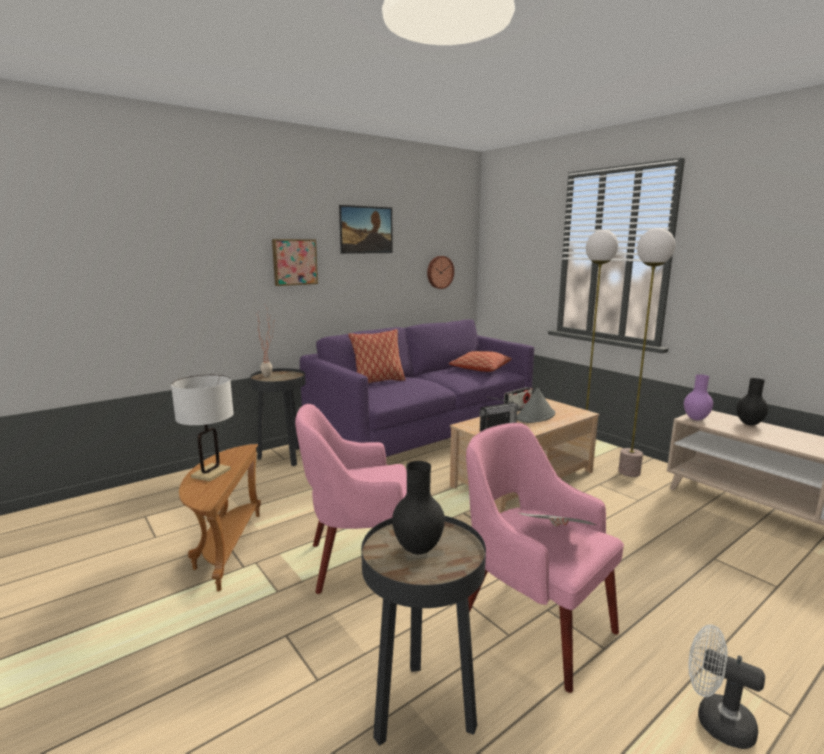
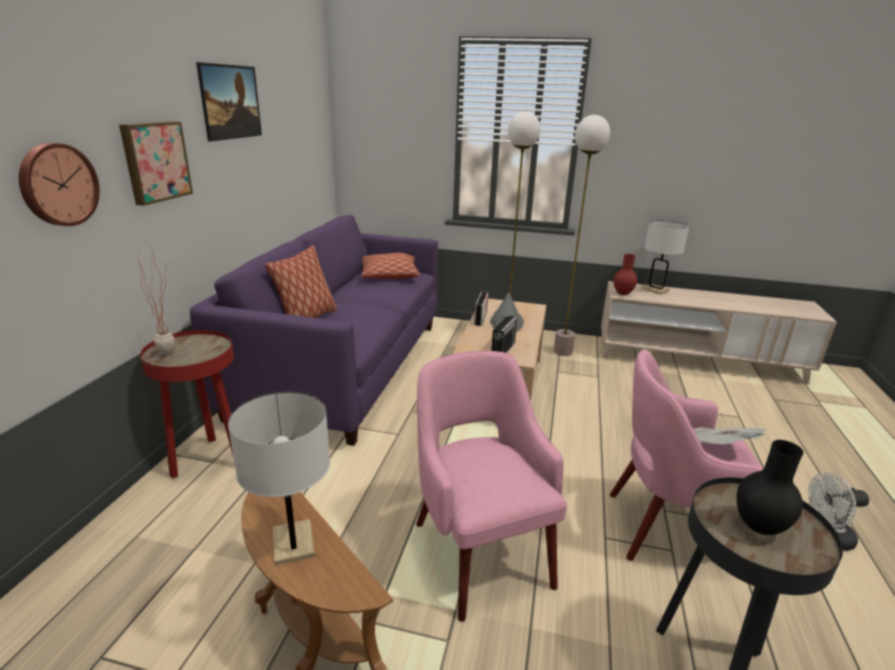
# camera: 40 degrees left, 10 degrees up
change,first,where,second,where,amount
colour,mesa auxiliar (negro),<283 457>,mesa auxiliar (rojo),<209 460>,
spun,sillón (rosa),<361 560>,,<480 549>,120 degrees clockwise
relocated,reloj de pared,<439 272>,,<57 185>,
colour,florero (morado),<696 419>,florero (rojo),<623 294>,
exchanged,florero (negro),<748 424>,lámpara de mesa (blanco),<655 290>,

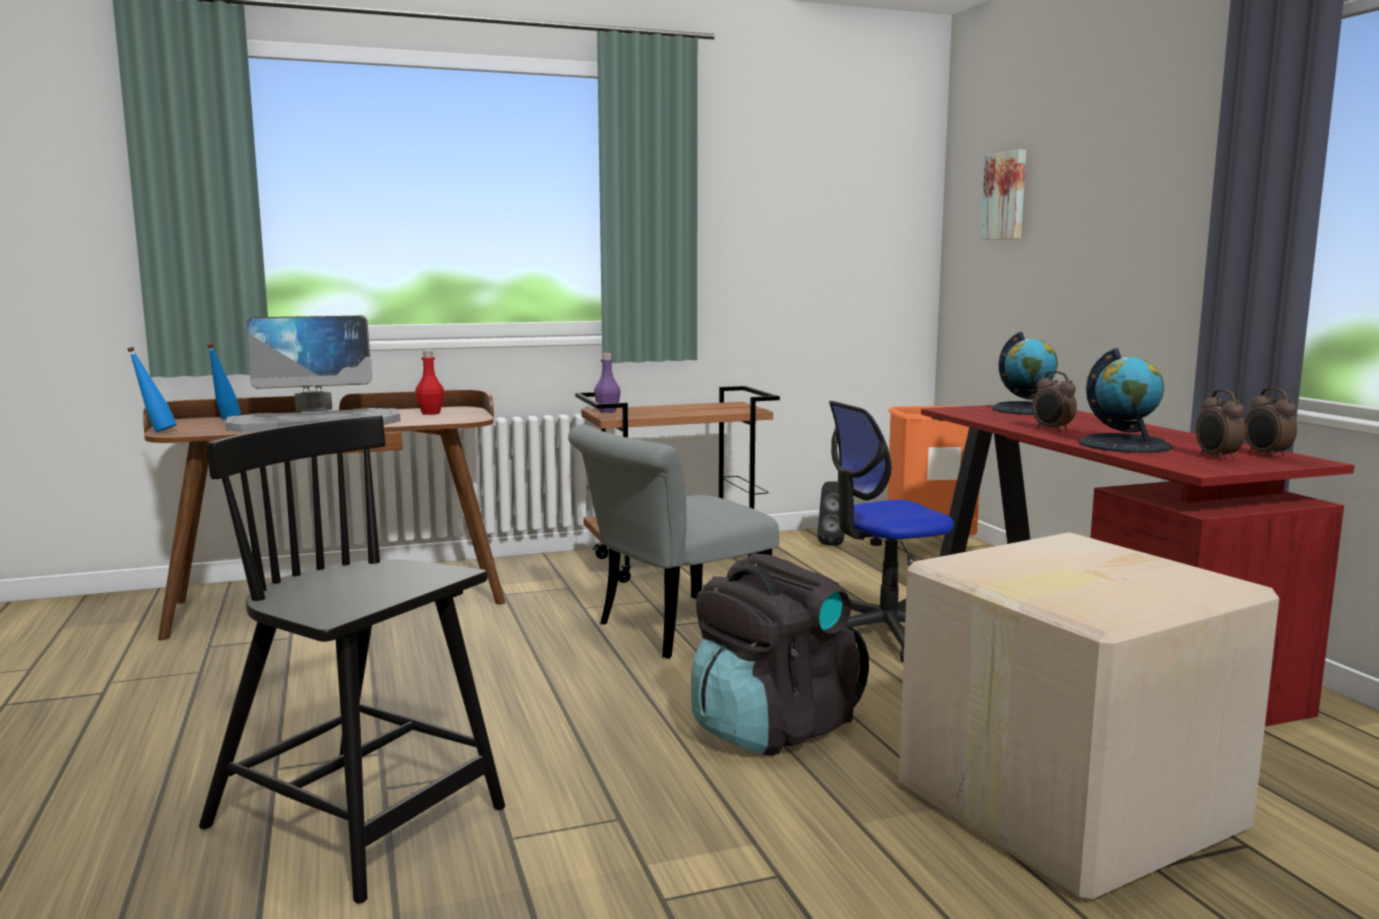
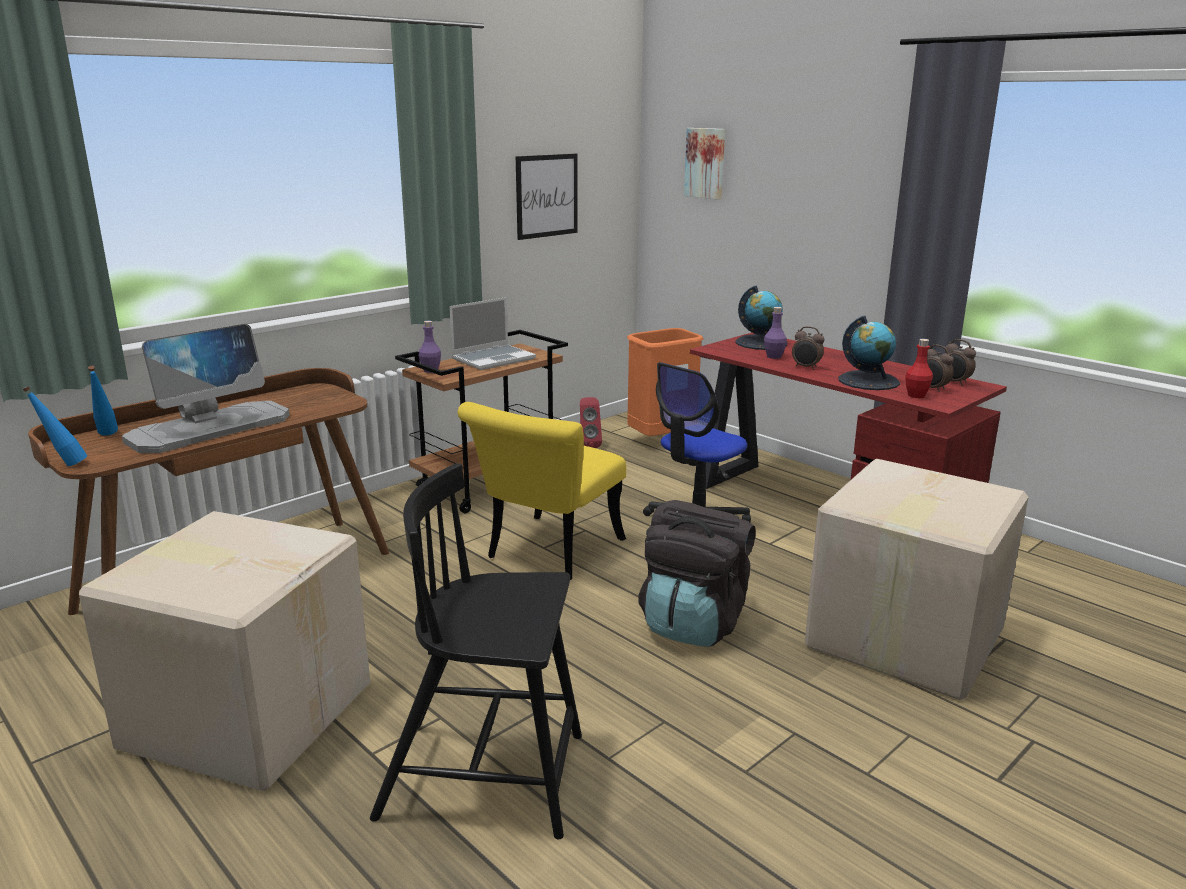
# camera: 25 degrees left, 10 degrees up
change,first,where,second,where,amount
relocated,botella (rojo),<430 413>,,<916 395>,
colour,silla (gris),<671 630>,silla (amarillo),<547 553>,
colour,altavoz (negro),<832 543>,altavoz (rojo),<588 445>,
appeared,,,caja de cartón,<248 713>,
appeared,,,portátil,<494 359>,
appeared,,,cuadro,<547 196>,
appeared,,,botella (morado),<774 357>,

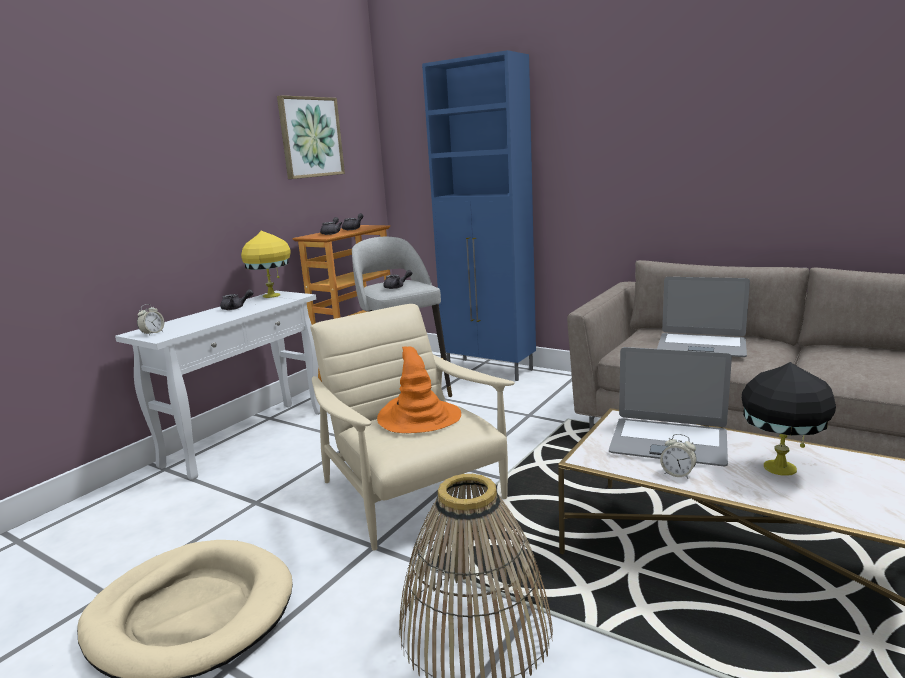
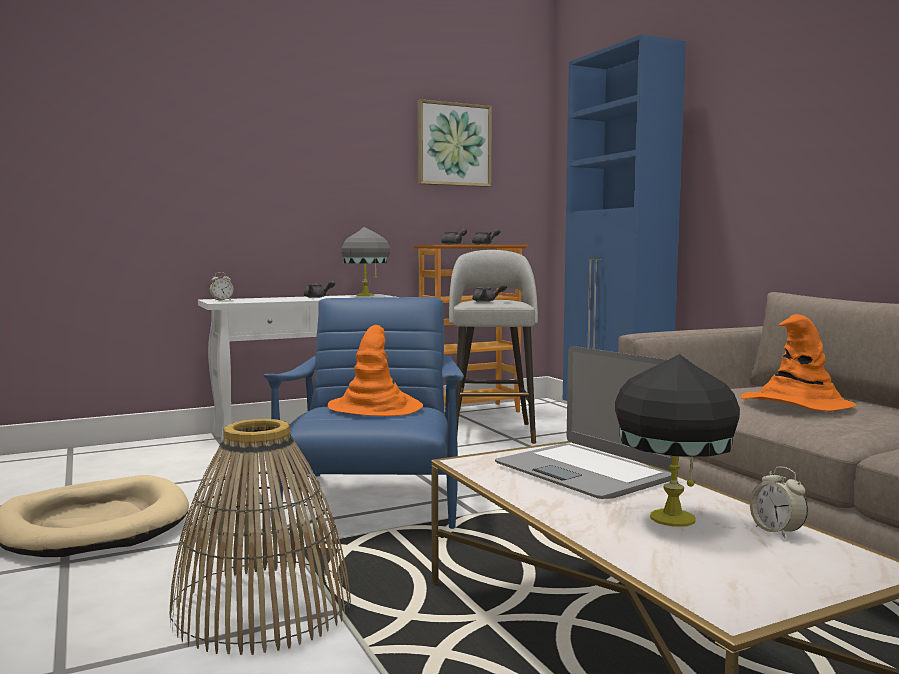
# camera: 30 degrees right, 10 degrees down
change,first,where,second,where,amount
colour,lámpara de mesa (amarillo),<272 295>,lámpara de mesa (gris),<366 295>,
colour,sillón (beis),<413 494>,sillón (azul),<374 502>,
exchanged,portátil,<701 346>,sombrero (naranja),<795 404>,
relocated,despertador,<677 474>,,<777 531>,

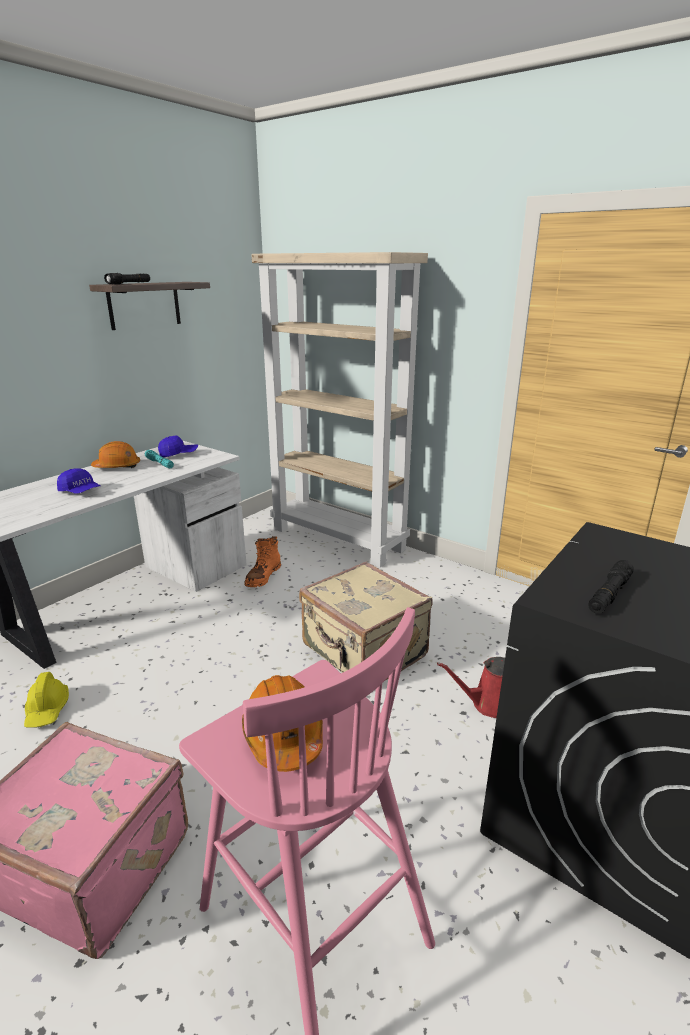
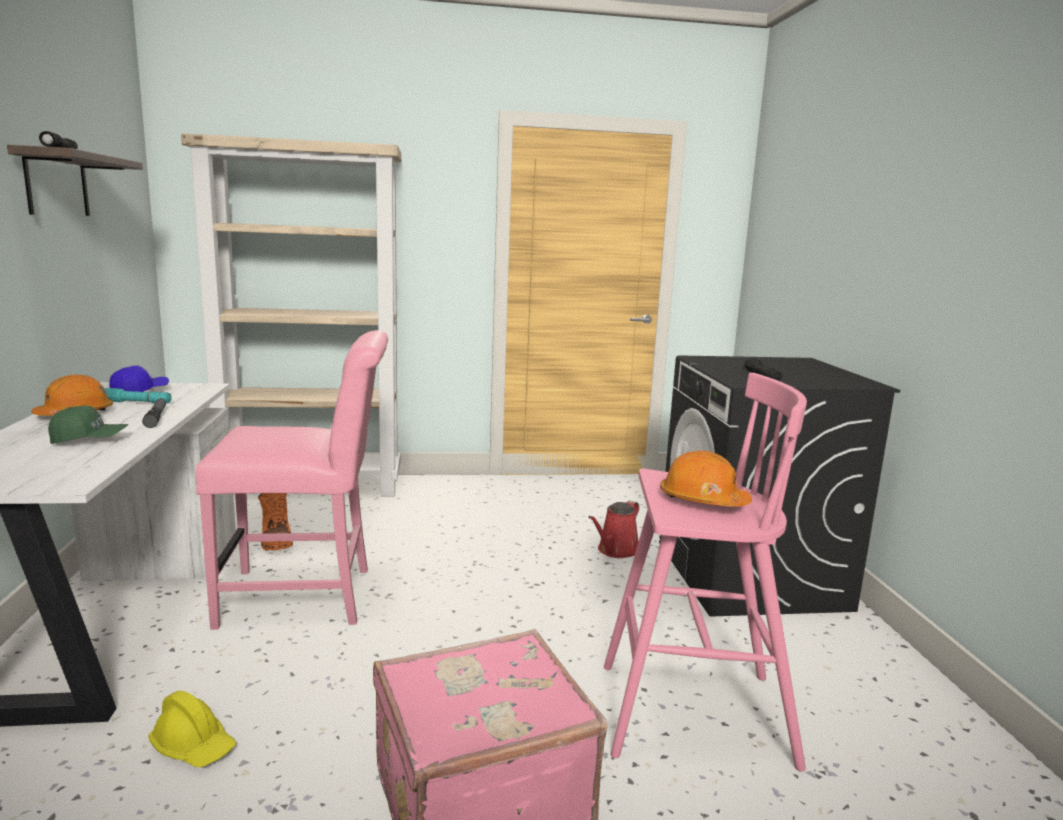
# camera: 45 degrees left, 10 degrees down
change,first,where,second,where,amount
colour,gorra (azul),<80 492>,gorra (verde),<89 440>,
missing,maleta (beis),<363 652>,,,
appeared,,,linterna,<156 418>,
appeared,,,silla (rosa),<306 597>,

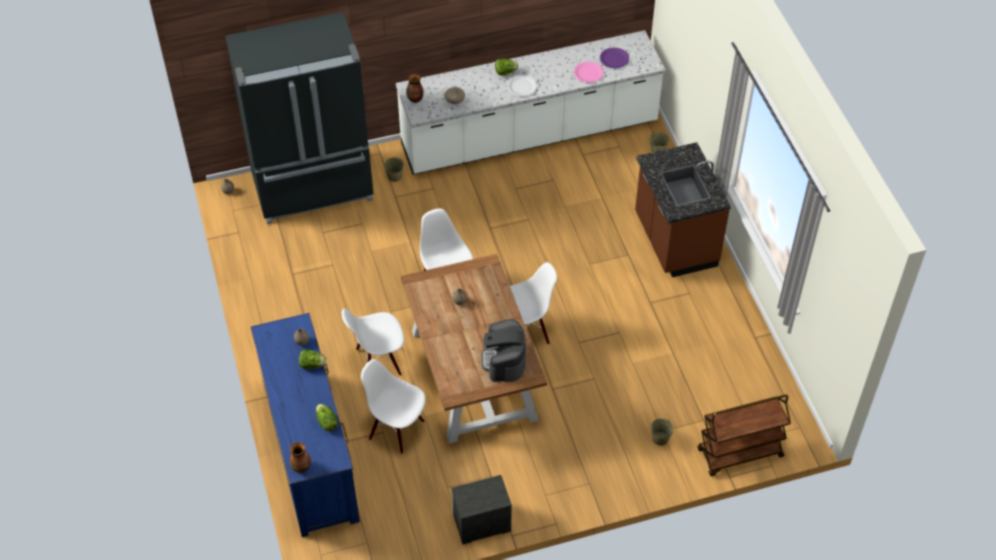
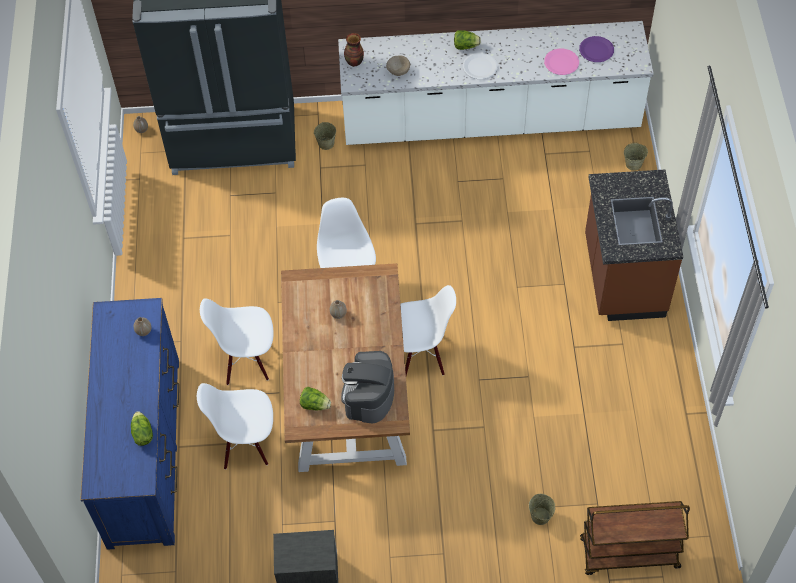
# camera: 15 degrees right, 5 degrees up
change,first,where,second,where,amount
missing,florero,<302 467>,,,
relocated,lechuga,<312 365>,,<315 404>,
spun,silla (blanco),<397 429>,,<246 443>,45 degrees counterclockwise

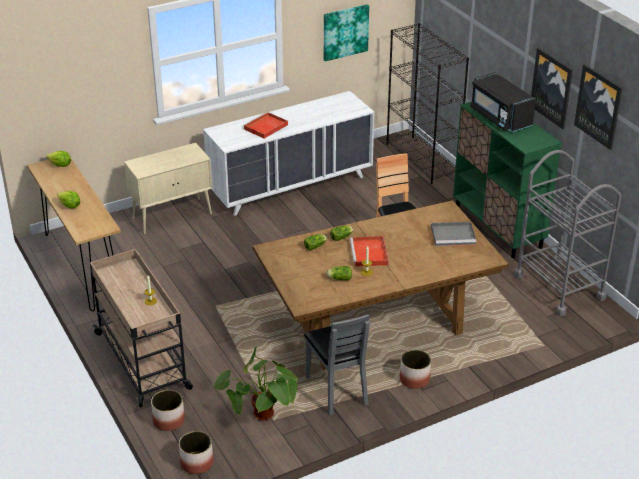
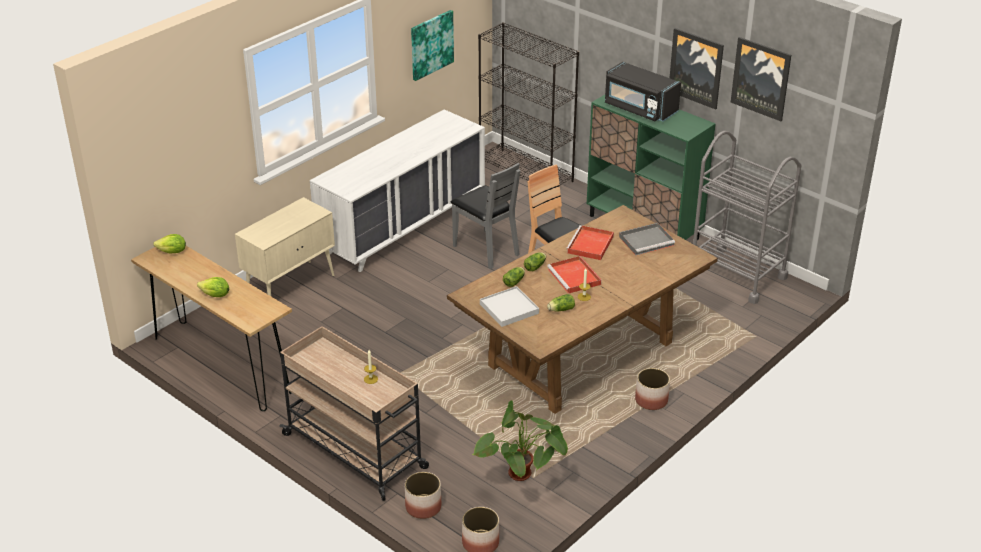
# camera: 20 degrees left, 0 degrees up
change,first,where,second,where,amount
relocated,bandeja (rojo),<265 127>,,<590 245>,
relocated,silla (gris),<337 390>,,<486 249>,
appeared,,,bandeja (blanco),<509 308>,

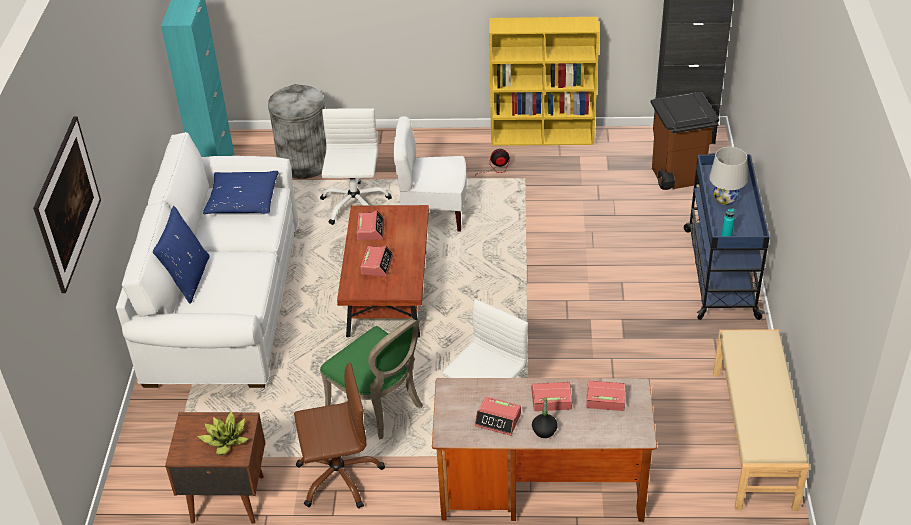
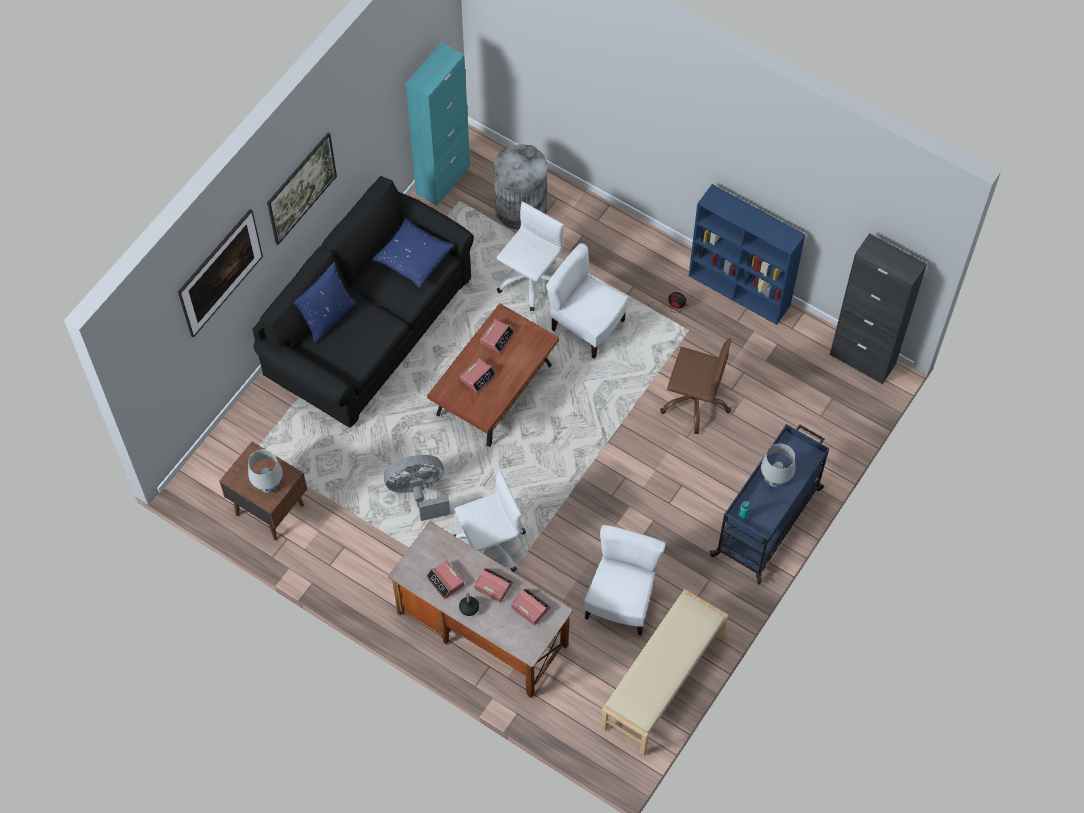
# camera: 30 degrees right, 20 degrees up
change,first,where,second,where,amount
colour,sofá (blanco),<225 302>,sofá (negro),<369 328>,
exchanged,planta en maceta,<225 441>,lámpara de mesa (blanco),<268 484>,
relocated,silla de oficina (marrón),<339 476>,,<695 401>,
exchanged,silla (verde),<379 406>,ventilador (gris),<419 493>,
colour,estantería (amarillo),<543 137>,estantería (azul),<740 291>,
missing,papelera (marrón),<677 177>,,,
appeared,,,cuadro,<303 198>,
appeared,,,silla (blanco),<621 601>,

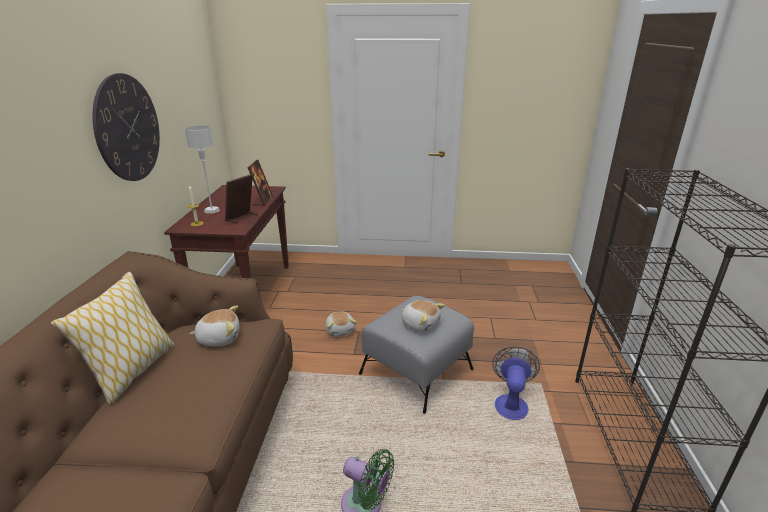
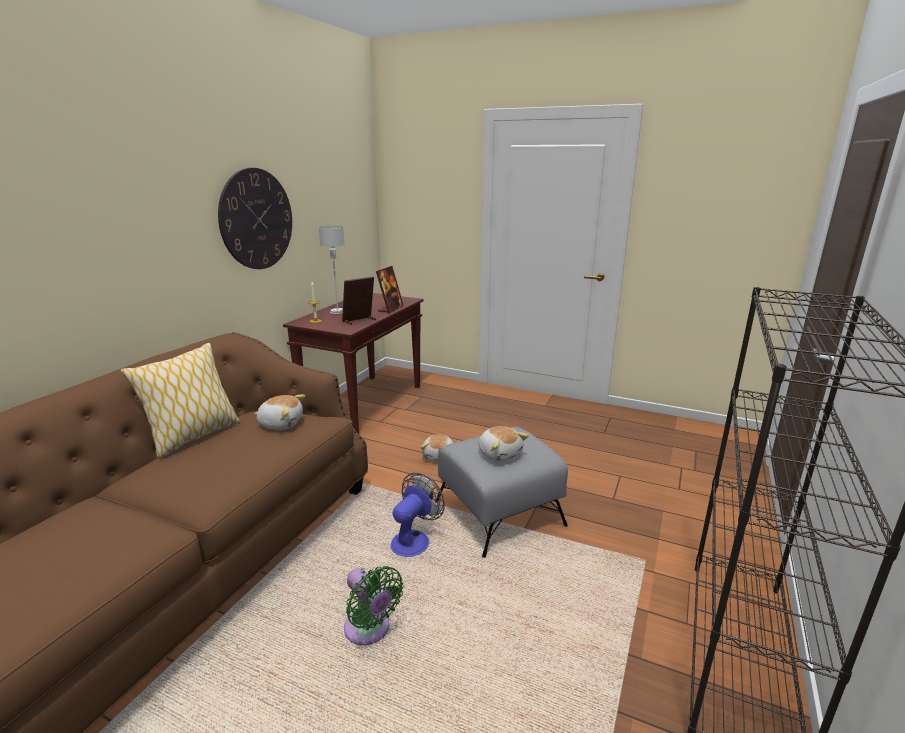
# camera: 20 degrees right, 5 degrees down
change,first,where,second,where,amount
relocated,ventilador,<511 402>,,<414 539>,

